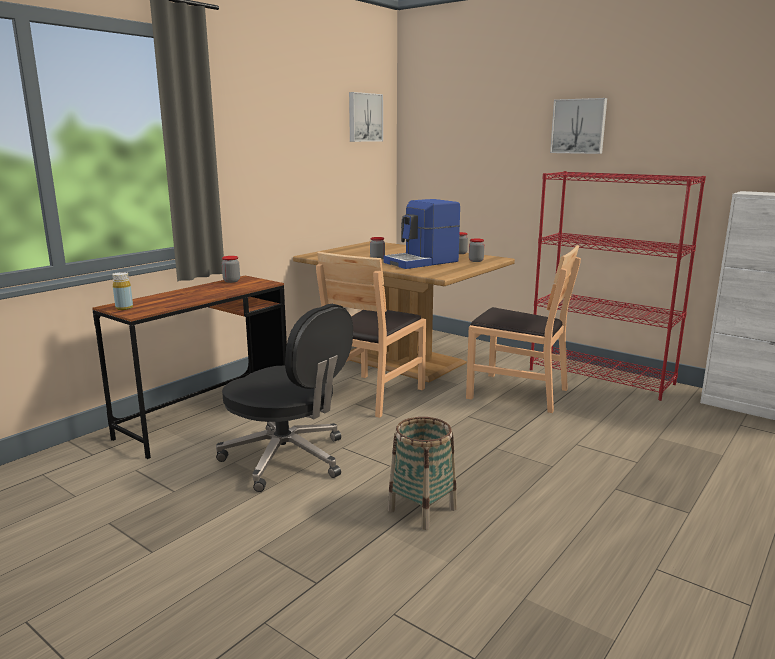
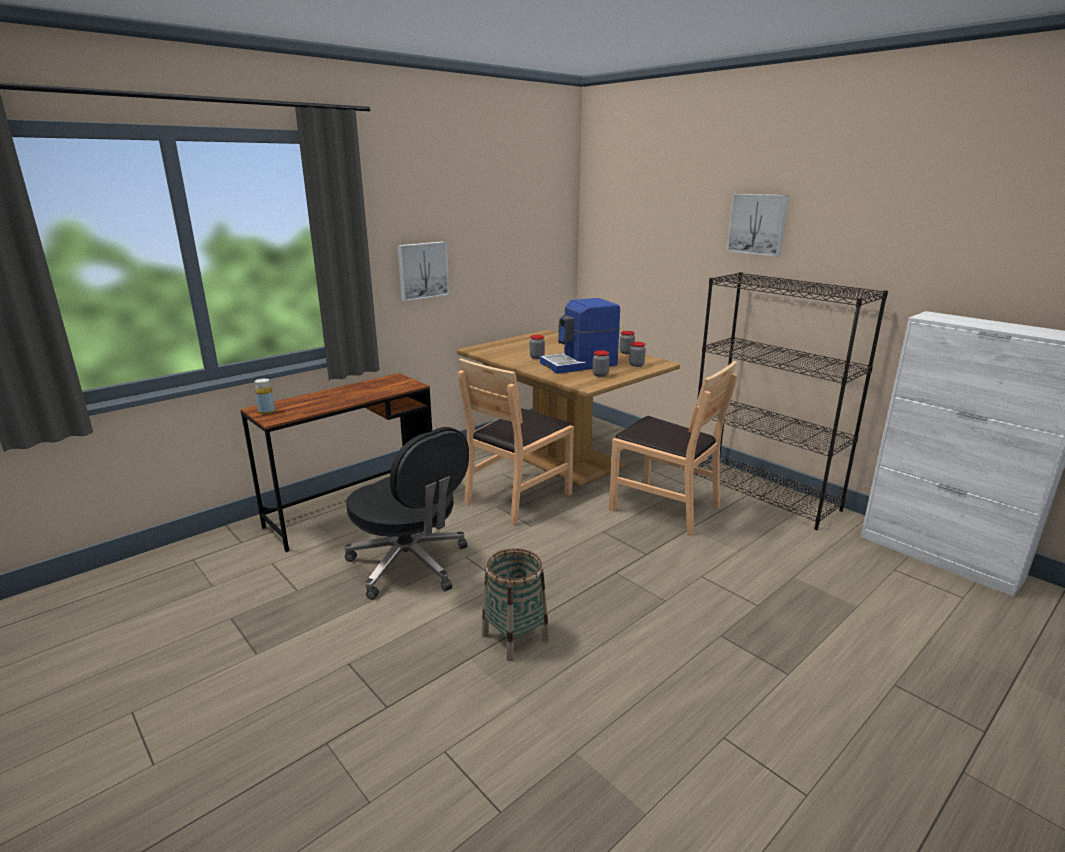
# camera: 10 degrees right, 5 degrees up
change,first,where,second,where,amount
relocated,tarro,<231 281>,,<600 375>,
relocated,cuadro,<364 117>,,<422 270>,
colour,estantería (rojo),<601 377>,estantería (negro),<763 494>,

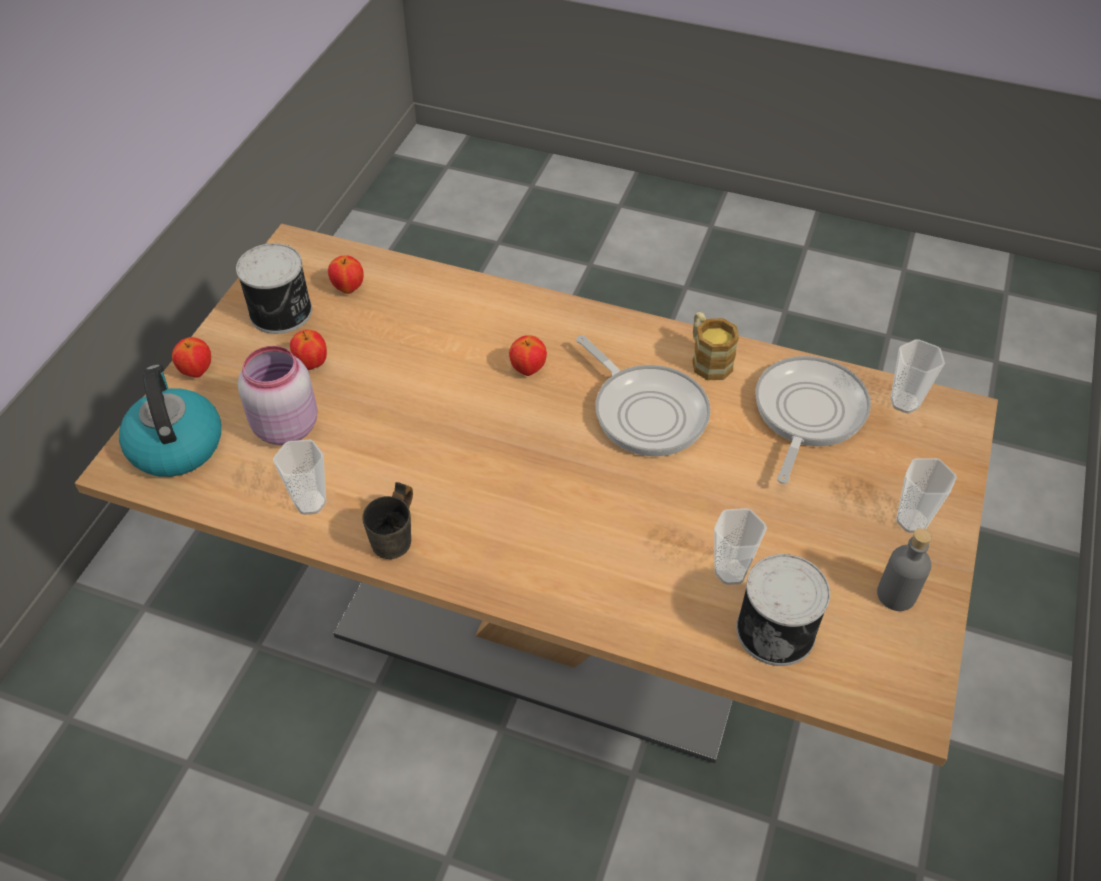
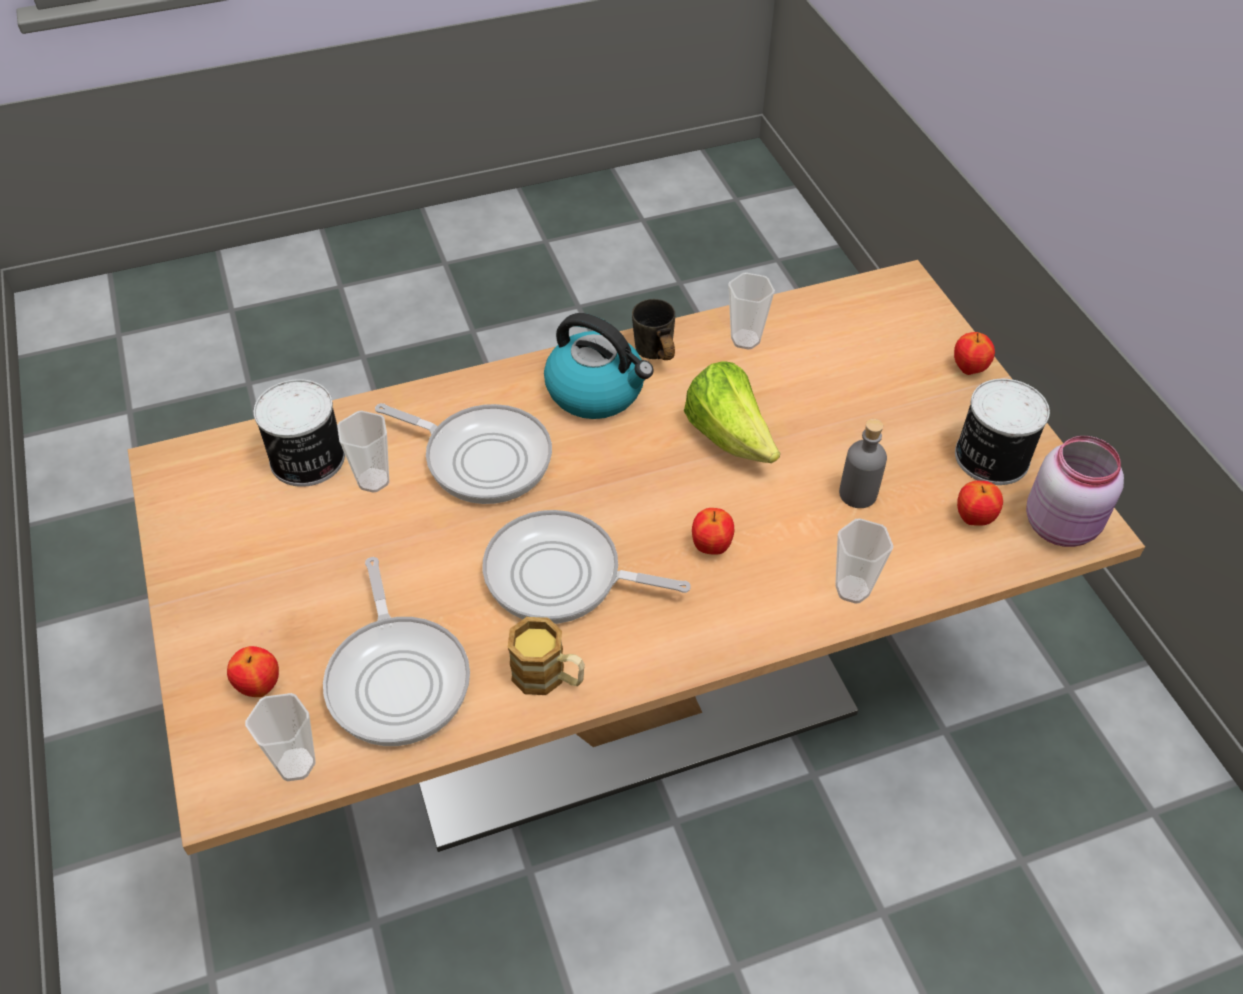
# camera: 140 degrees right, 0 degrees up
change,first,where,second,where,amount
relocated,hervidor,<175 444>,,<597 391>,
relocated,tarro (rosa),<284 426>,,<1062 525>,
relocated,manzana,<312 364>,,<259 686>,
relocated,botella (gris),<896 595>,,<858 494>,
relocated,taza,<912 521>,,<852 589>,
appeared,,,sartén,<482 457>,
appeared,,,lechuga,<729 437>,

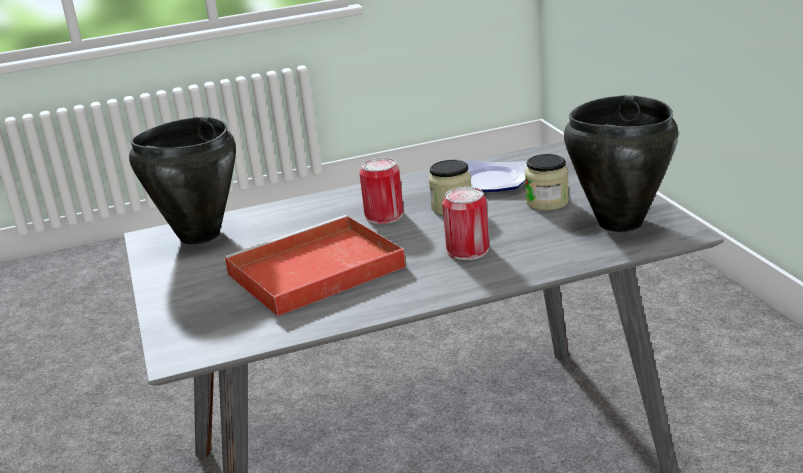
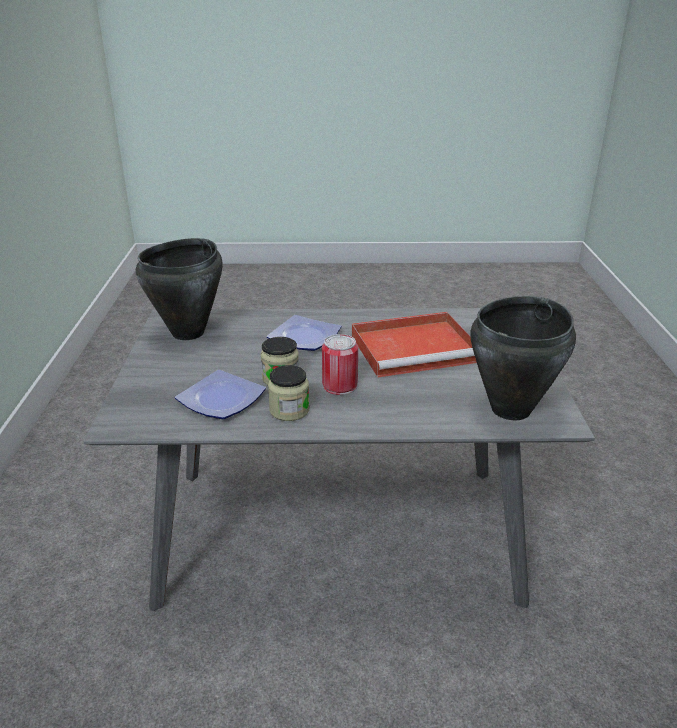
# camera: 165 degrees left, 5 degrees up
change,first,where,second,where,amount
exchanged,lata,<468 250>,plato,<303 338>,
relocated,tarro,<547 202>,,<289 410>,

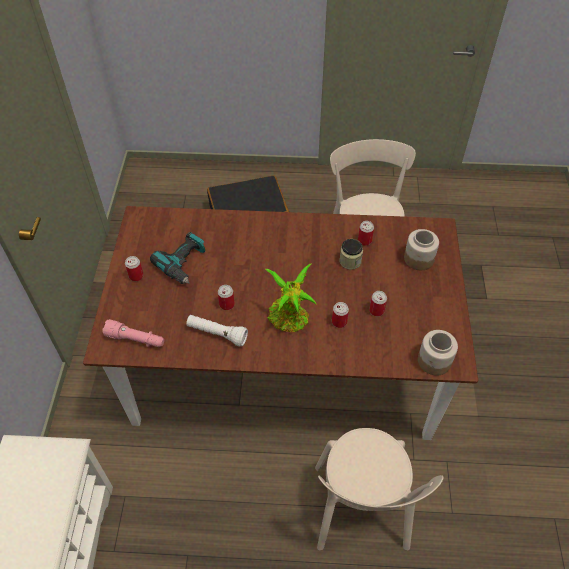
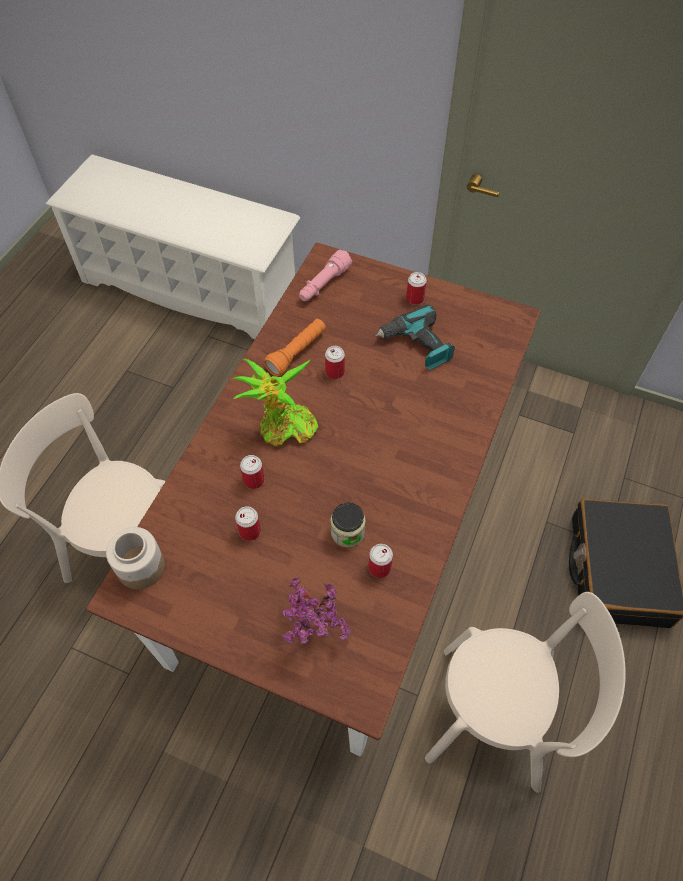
# camera: 110 degrees right, 5 degrees up
change,first,where,second,where,amount
colour,linterna (blanco),<217 334>,linterna (naranja),<297 353>,
exchanged,tarro,<418 258>,planta en maceta,<314 630>,

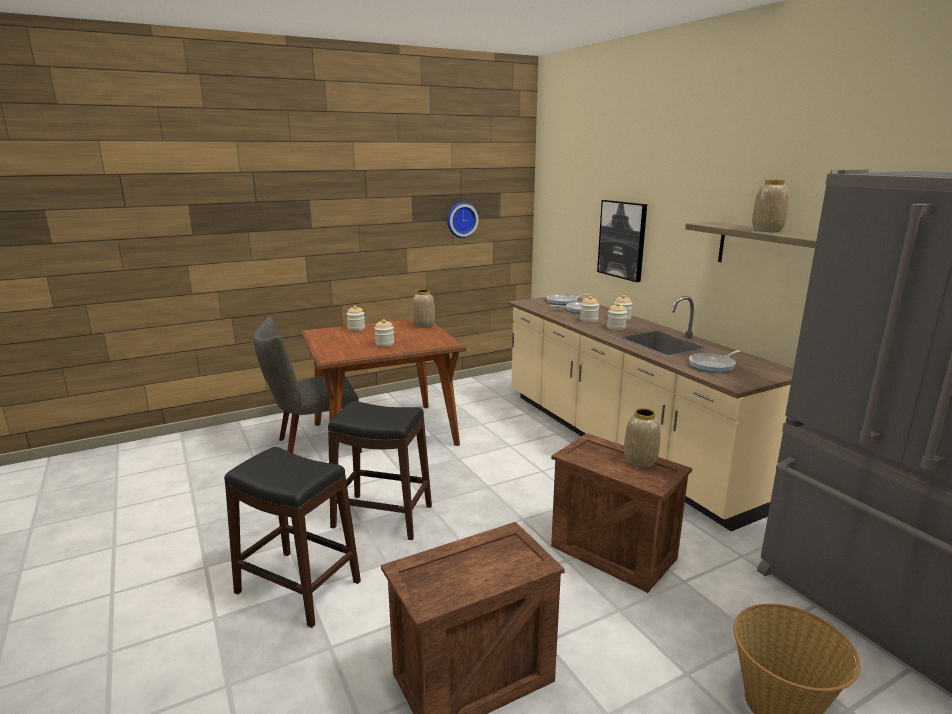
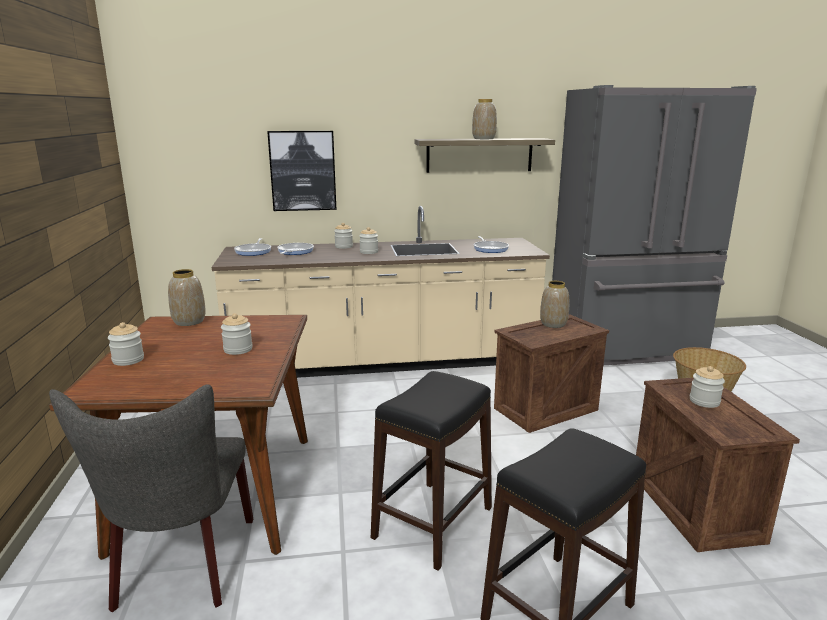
# camera: 70 degrees left, 0 degrees up
change,first,where,second,where,amount
missing,reloj de pared,<461 219>,,,
relocated,tarro,<588 320>,,<704 401>,

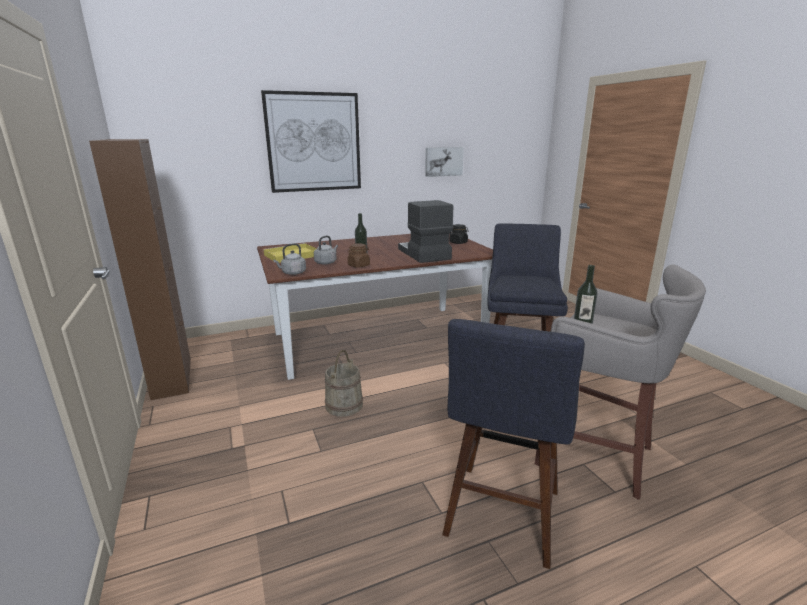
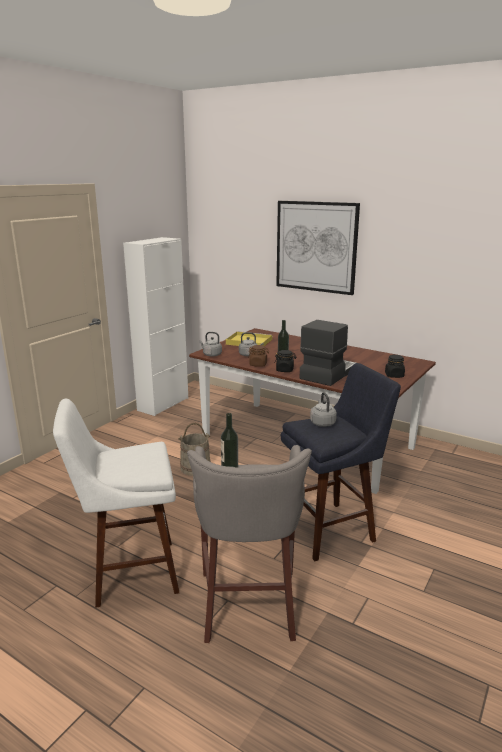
# camera: 55 degrees right, 0 degrees up
change,first,where,second,where,amount
colour,armario (marrón),<172 378>,armario (blanco),<163 404>,
missing,cuadro,<443 161>,,,
colour,taburete (azul),<501 519>,taburete (blanco),<128 573>,
appeared,,,tarro (negro),<285 370>,
appeared,,,hervidor (gris),<322 422>,

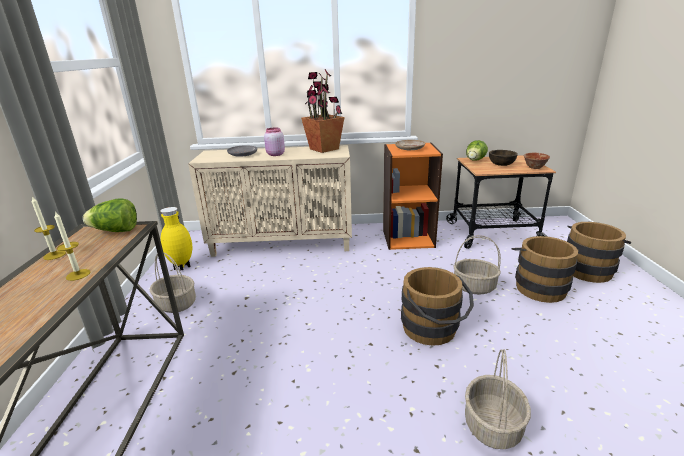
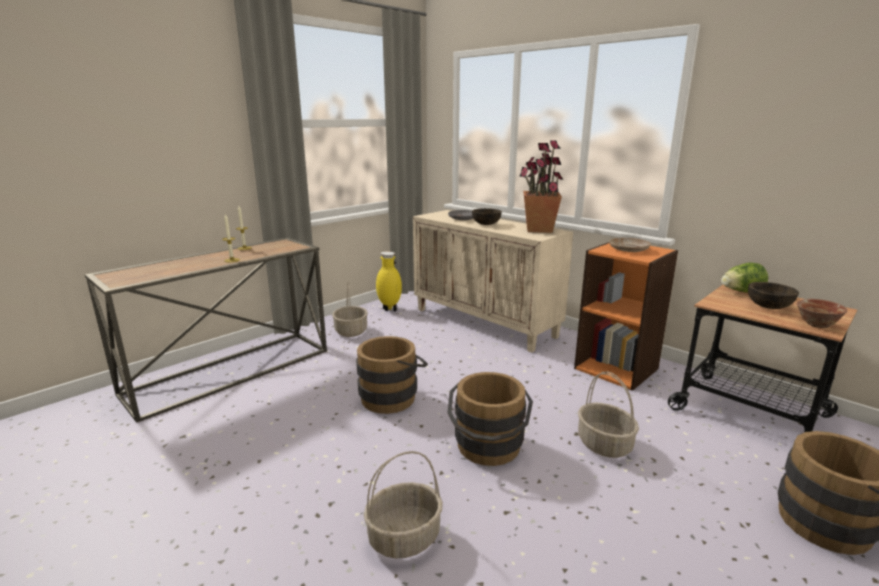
# camera: 45 degrees right, 5 degrees down
change,first,where,second,where,amount
missing,lechuga,<116 231>,,,
exchanged,tarro (rosa),<275 154>,cuenco (marrón),<486 224>,
relocated,cubo (marrón),<538 286>,,<392 396>,

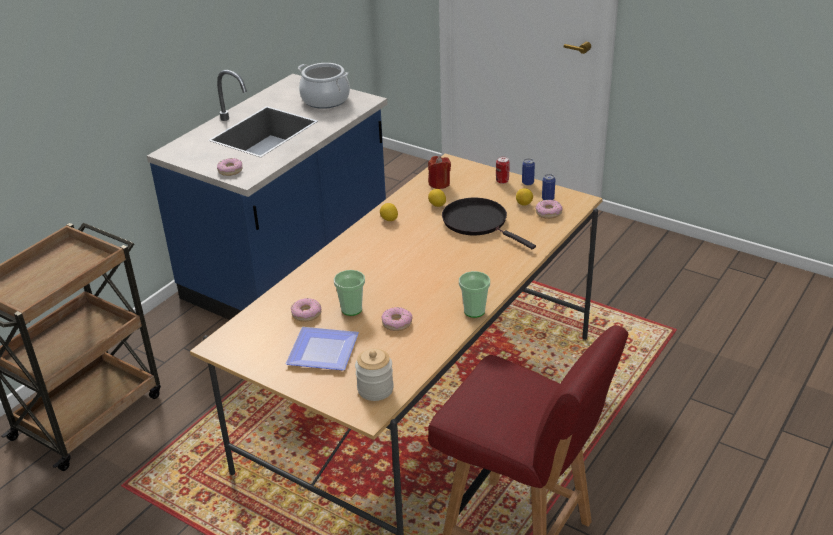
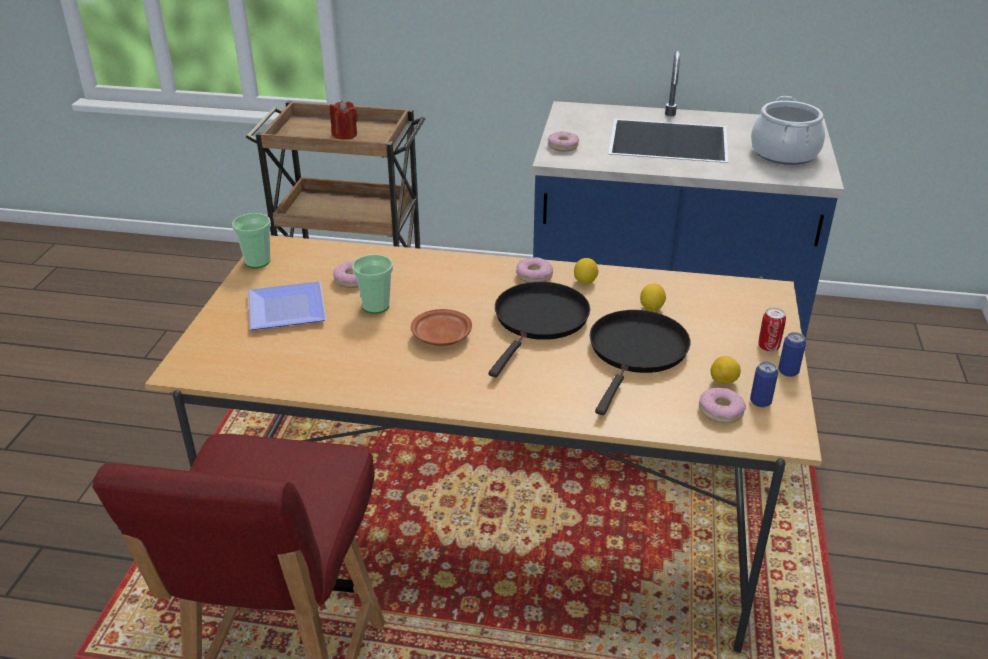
# camera: 65 degrees right, 0 degrees up
change,first,where,second,where,amount
missing,tarro,<375 389>,,,
relocated,rosquilla,<397 323>,,<534 276>,
relocated,vela (rojo),<439 184>,,<345 134>,
relocated,taza,<474 311>,,<257 261>,
appeared,,,plato (marrón),<441 336>,
appeared,,,sartén (negro),<539 321>,

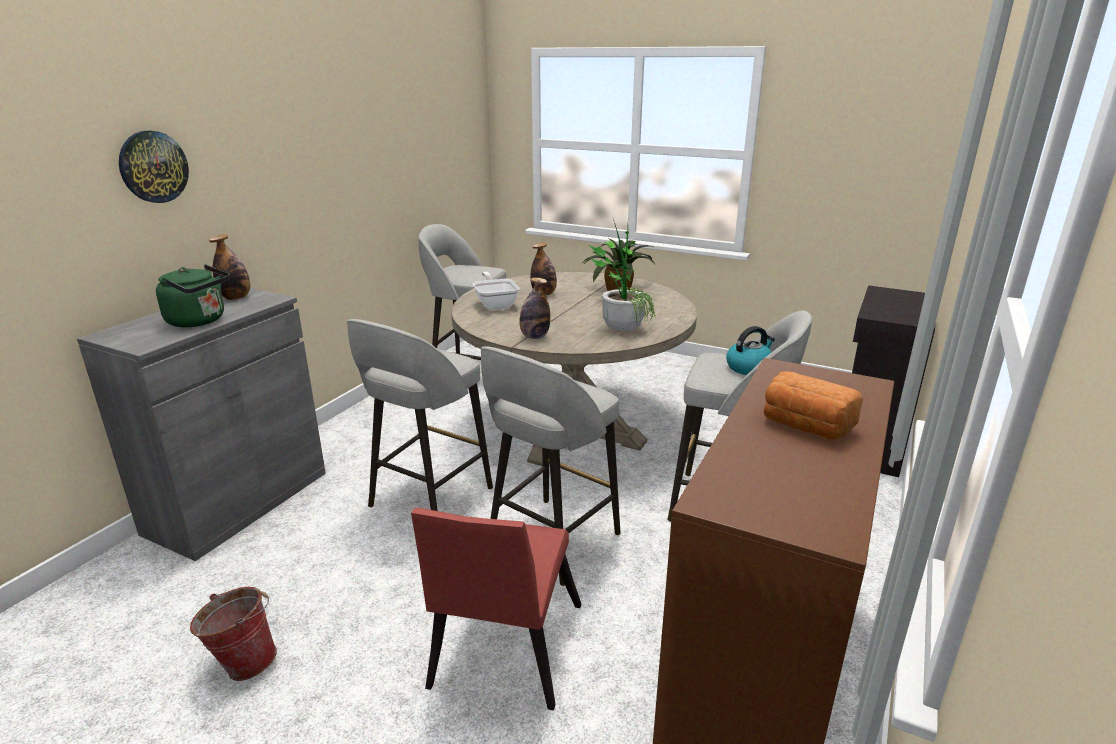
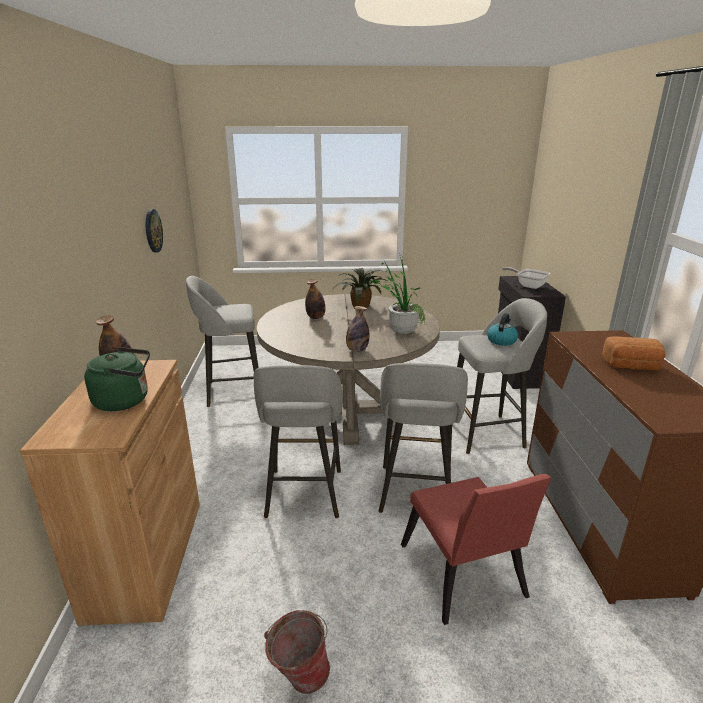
# camera: 30 degrees left, 0 degrees up
change,first,where,second,where,amount
colour,armario (gris),<238 502>,armario (marrón),<146 557>,
relocated,reloj de pared,<153 167>,,<153 231>,
relocated,sartén,<495 304>,,<528 285>,

